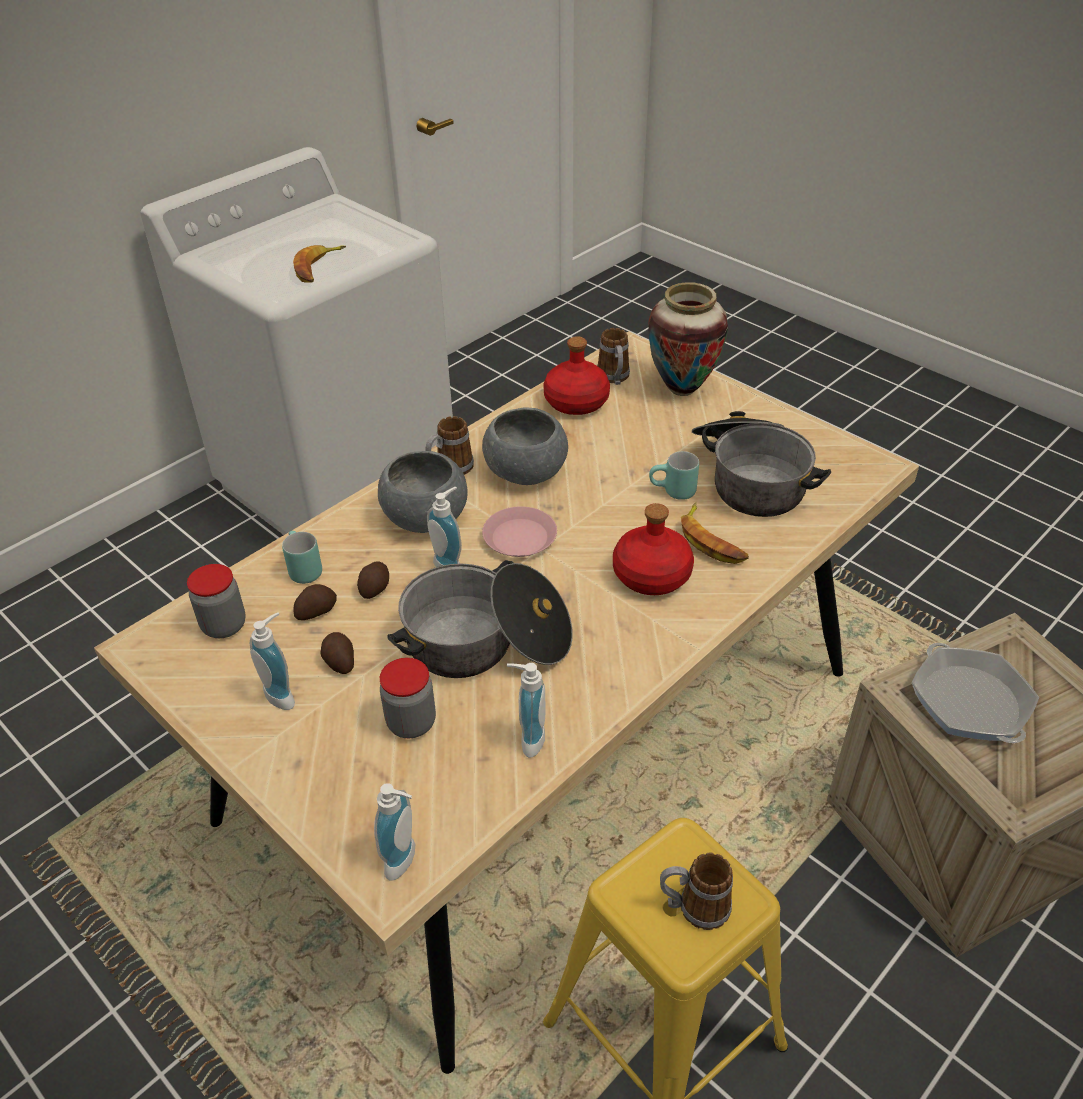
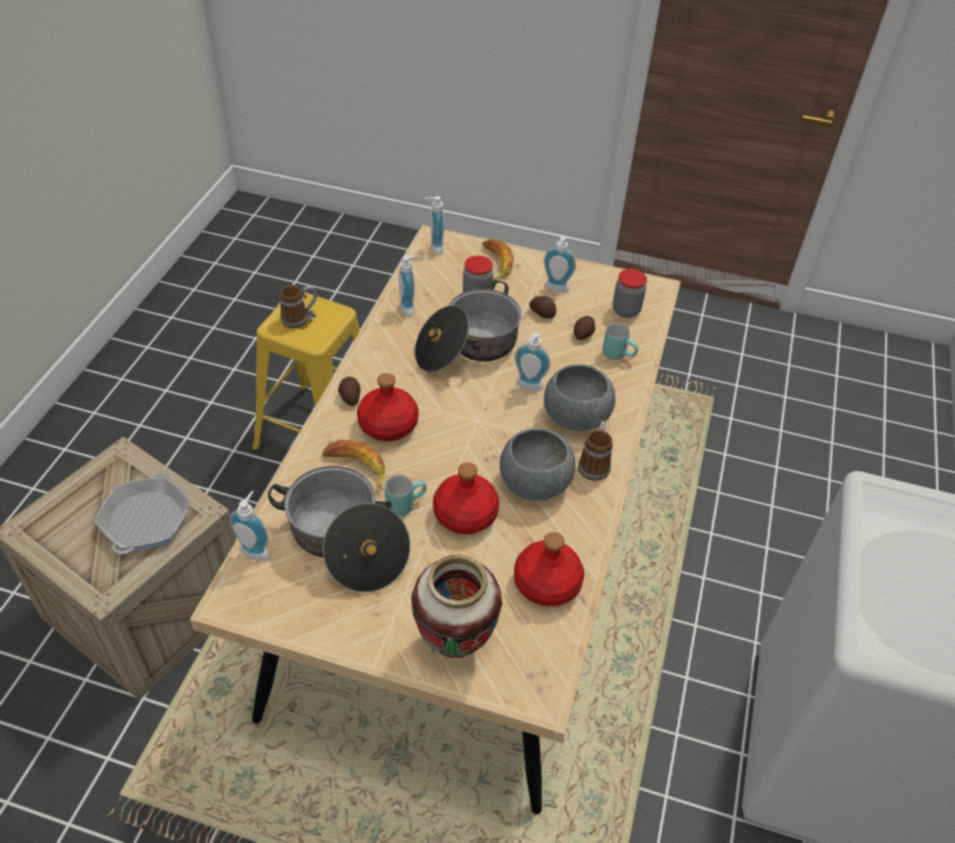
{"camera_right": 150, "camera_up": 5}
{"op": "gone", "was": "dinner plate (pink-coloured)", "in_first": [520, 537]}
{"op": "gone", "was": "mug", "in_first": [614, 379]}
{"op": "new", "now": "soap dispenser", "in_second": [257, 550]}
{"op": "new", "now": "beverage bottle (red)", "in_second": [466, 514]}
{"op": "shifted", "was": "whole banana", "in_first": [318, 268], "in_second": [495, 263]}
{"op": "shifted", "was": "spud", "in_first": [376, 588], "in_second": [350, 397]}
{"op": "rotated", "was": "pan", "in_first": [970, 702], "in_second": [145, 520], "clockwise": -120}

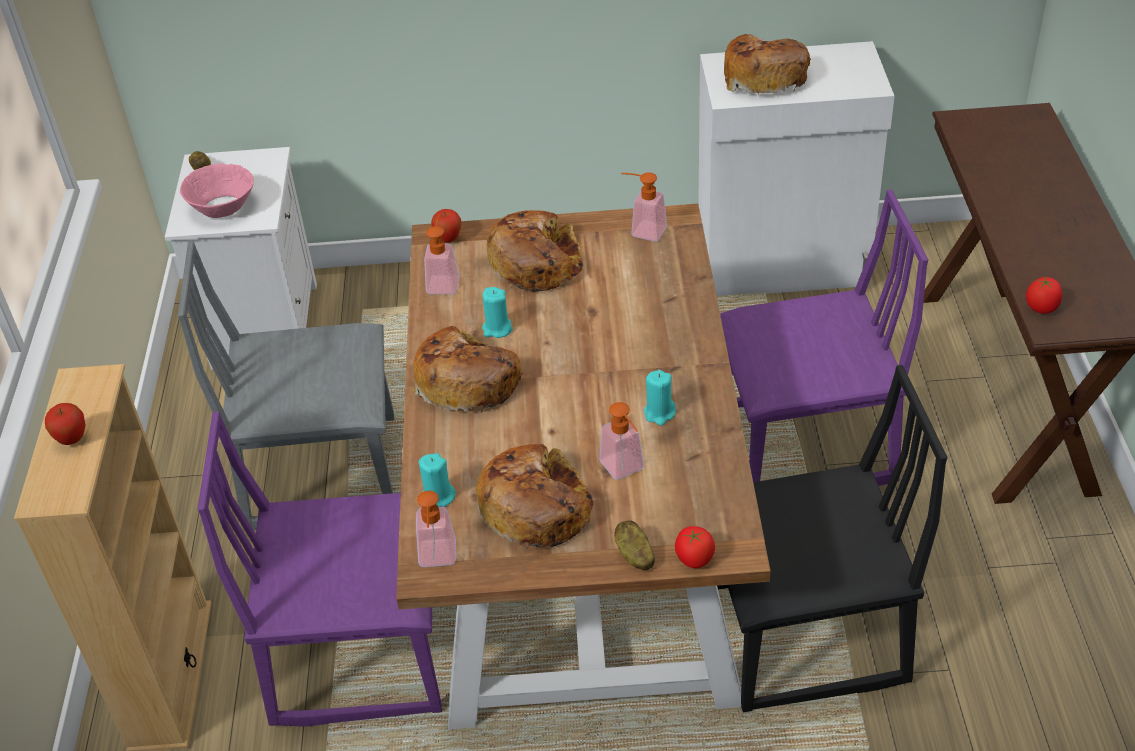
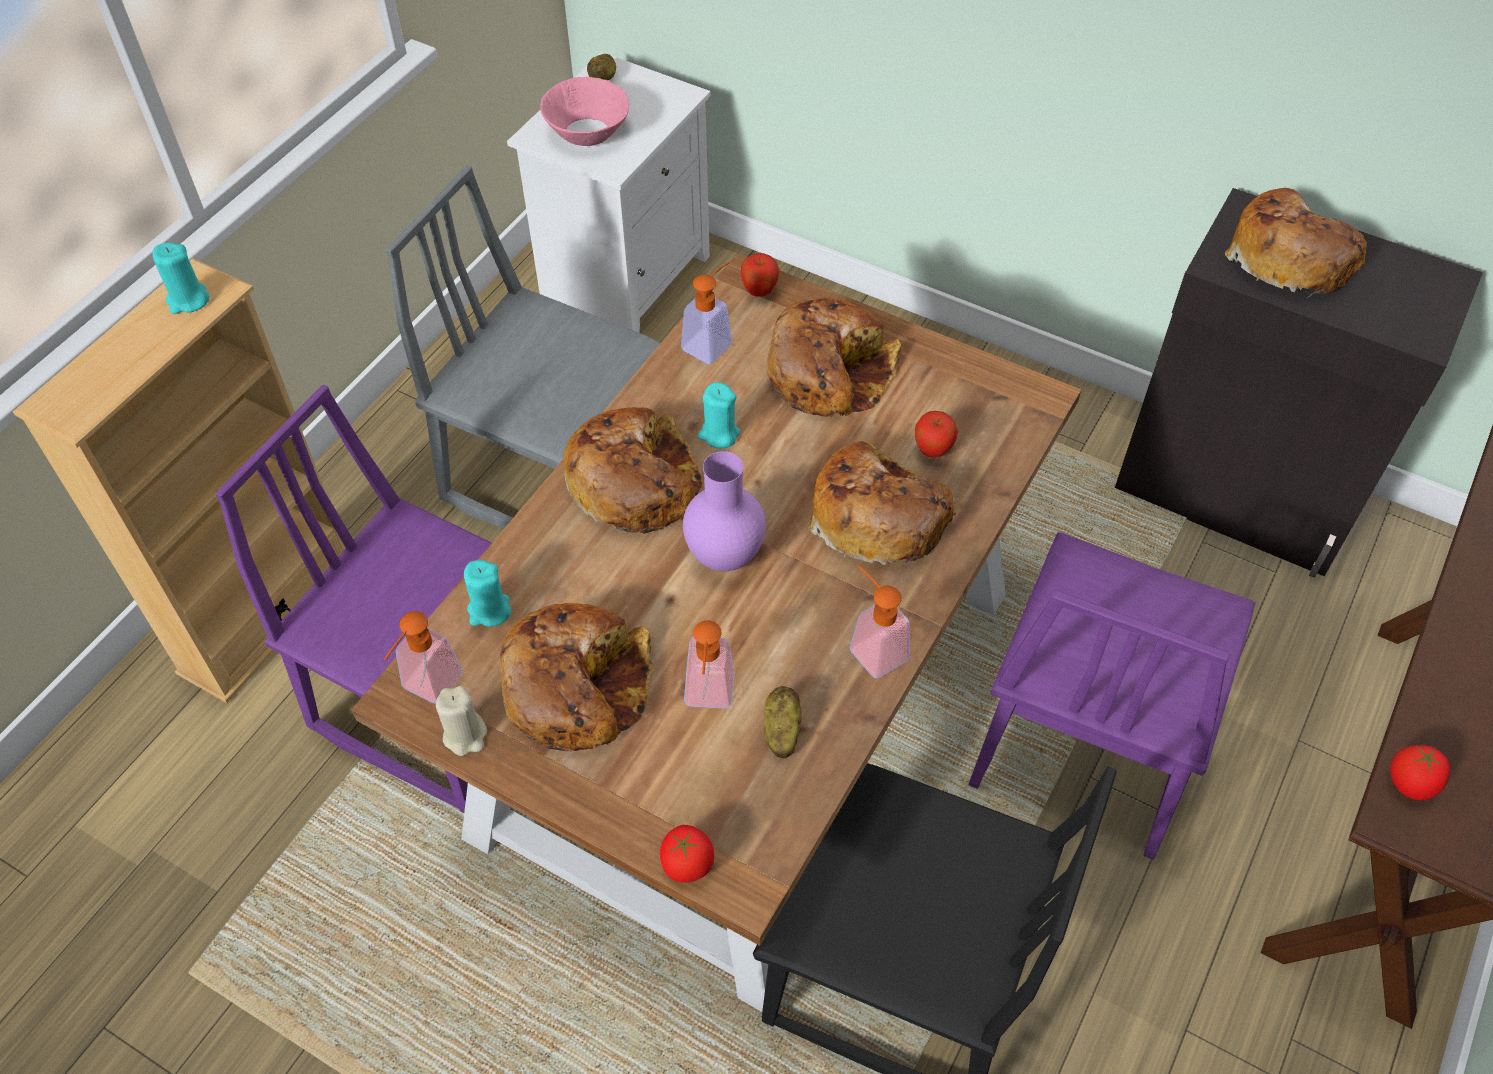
{"camera_right": 30, "camera_up": 10}
{"op": "new", "now": "wax light (beige)", "in_second": [465, 735]}
{"op": "new", "now": "decorative vase (purple)", "in_second": [725, 558]}
{"op": "new", "now": "baked bread", "in_second": [878, 515]}
{"op": "shifted", "was": "whole apple", "in_first": [72, 439], "in_second": [932, 451]}
{"op": "shifted", "was": "spud", "in_first": [634, 555], "in_second": [781, 731]}
{"op": "shifted", "was": "soap dispenser", "in_first": [643, 230], "in_second": [873, 647]}
{"op": "shifted", "was": "wax light (turquoise)", "in_first": [659, 413], "in_second": [188, 300]}
{"op": "repainted", "was": "cabinet (white)", "now": "cabinet (black)", "in_first": [783, 266], "in_second": [1236, 495]}
{"op": "rotated", "was": "plain chair (purple)", "in_first": [806, 446], "in_second": [1084, 741], "clockwise": 90}

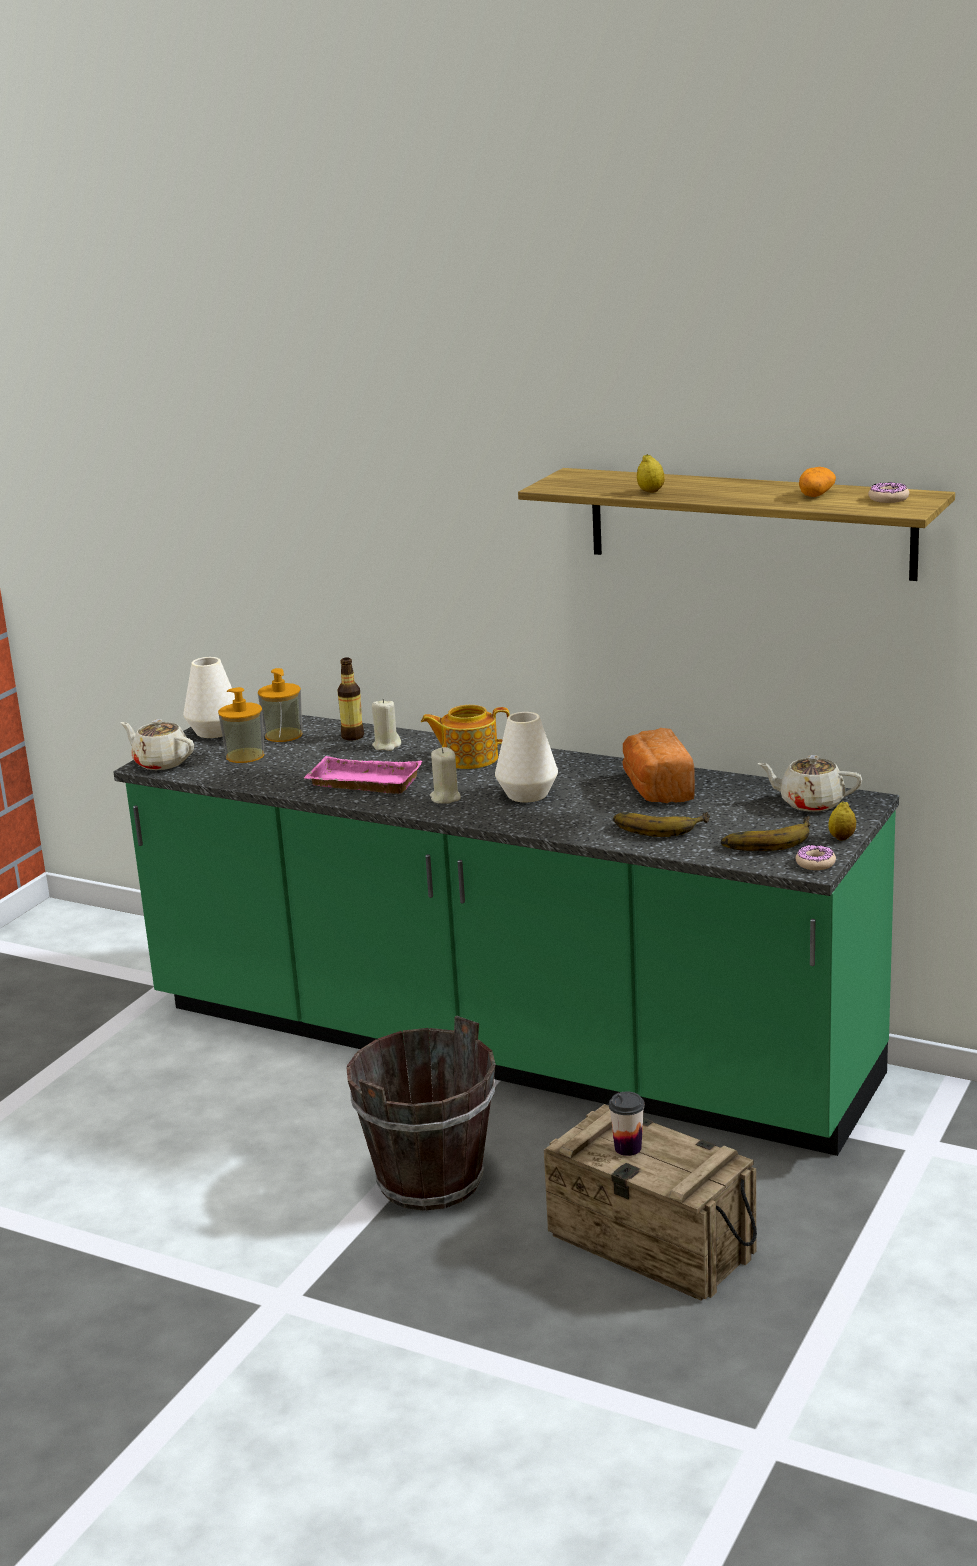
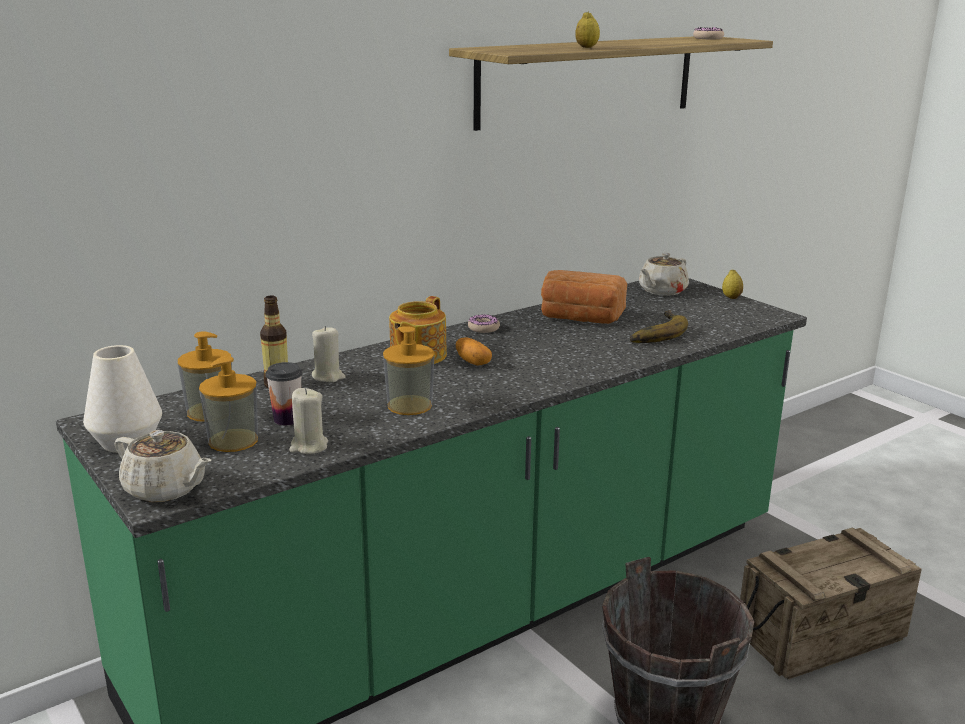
{"camera_right": -65, "camera_up": 0}
{"op": "gone", "was": "decorative vase (white)", "in_first": [527, 795]}
{"op": "gone", "was": "whole banana", "in_first": [766, 839]}
{"op": "shifted", "was": "wax light (beige)", "in_first": [445, 798], "in_second": [308, 446]}
{"op": "shifted", "was": "drinking cup", "in_first": [628, 1148], "in_second": [287, 419]}
{"op": "shifted", "was": "doughnut", "in_first": [815, 863], "in_second": [483, 328]}
{"op": "shifted", "was": "spud", "in_first": [816, 494], "in_second": [473, 362]}
{"op": "swapped", "was": "tray (pink-coloured)", "now": "soap dispenser", "in_first": [361, 784], "in_second": [409, 405]}
{"op": "rotated", "was": "pot for tea (beige)", "in_first": [161, 762], "in_second": [165, 489], "clockwise": -120}

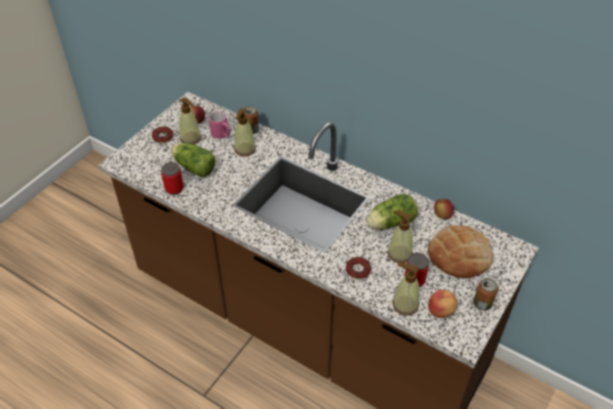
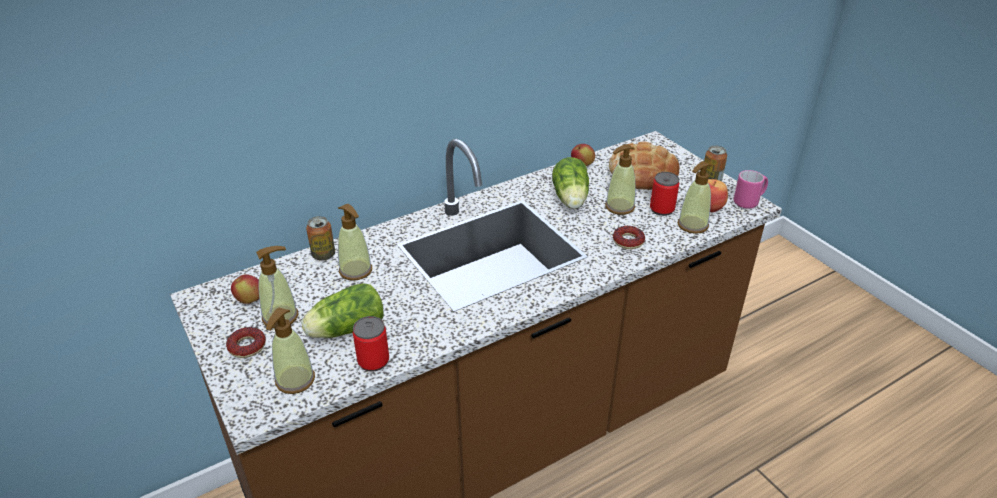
{"camera_right": -65, "camera_up": -10}
{"op": "new", "now": "soap dispenser", "in_second": [295, 380]}
{"op": "shifted", "was": "mug (pink-coloured)", "in_first": [221, 135], "in_second": [749, 202]}

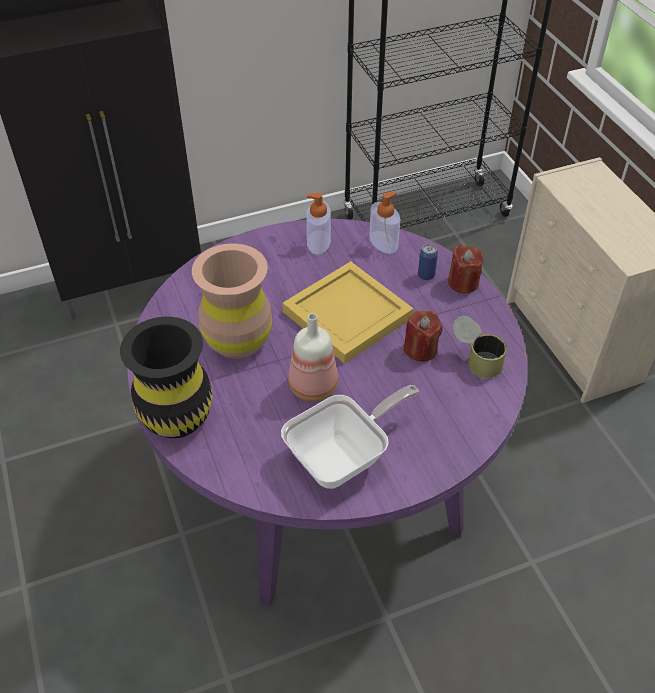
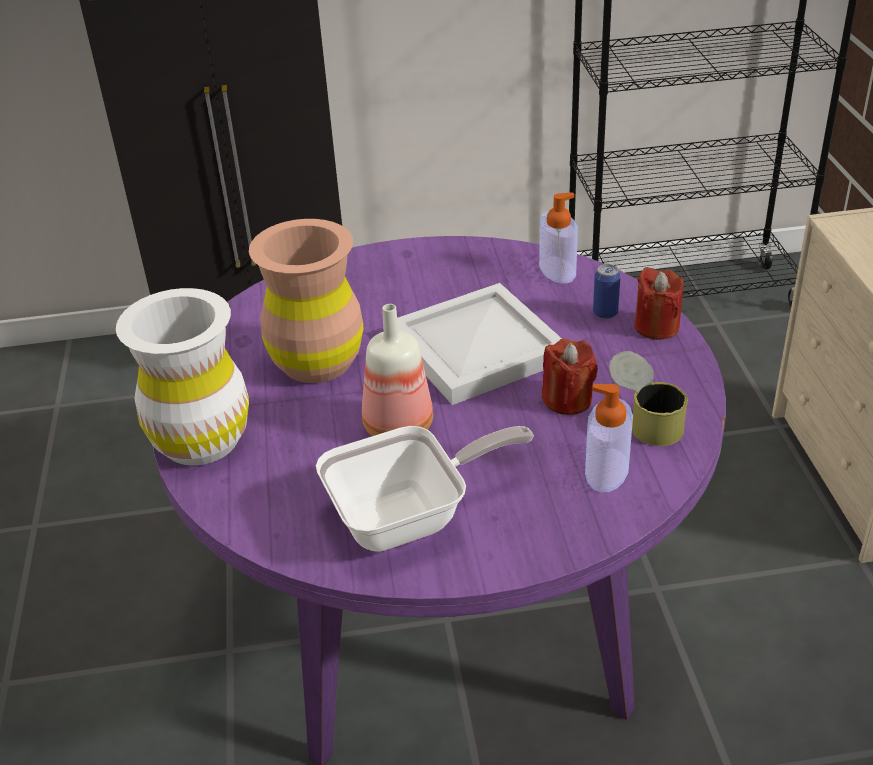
{"camera_right": 15, "camera_up": -10}
{"op": "shifted", "was": "soap dispenser", "in_first": [318, 242], "in_second": [607, 470]}
{"op": "repainted", "was": "decorative vase (black)", "now": "decorative vase (white)", "in_first": [176, 416], "in_second": [201, 440]}
{"op": "repainted", "was": "tray (yellowish)", "now": "tray (white)", "in_first": [345, 314], "in_second": [474, 347]}

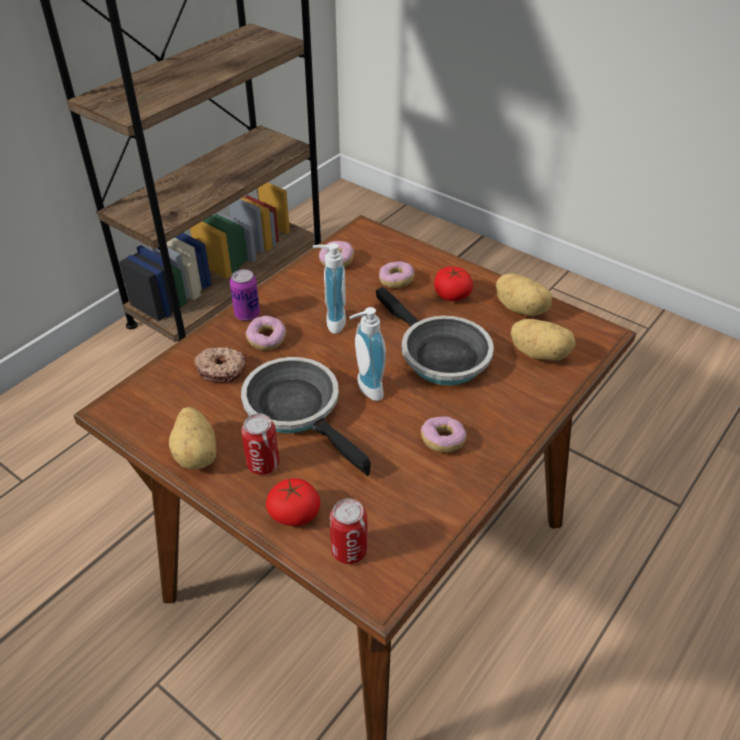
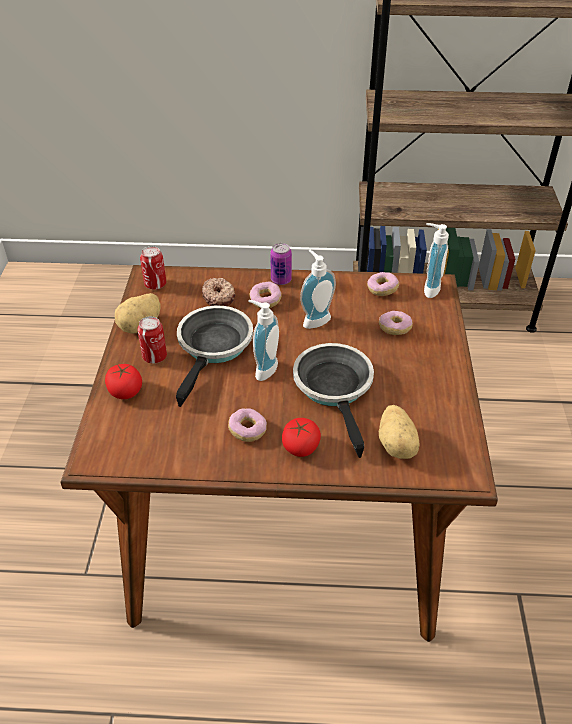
{"camera_right": 55, "camera_up": 0}
{"op": "gone", "was": "spud", "in_first": [521, 309]}
{"op": "new", "now": "soap dispenser", "in_second": [428, 288]}
{"op": "shifted", "was": "can", "in_first": [349, 550], "in_second": [155, 284]}
{"op": "shifted", "was": "fresh tomato", "in_first": [452, 295], "in_second": [300, 446]}
{"op": "rotated", "was": "pan", "in_first": [439, 355], "in_second": [335, 389], "clockwise": 150}

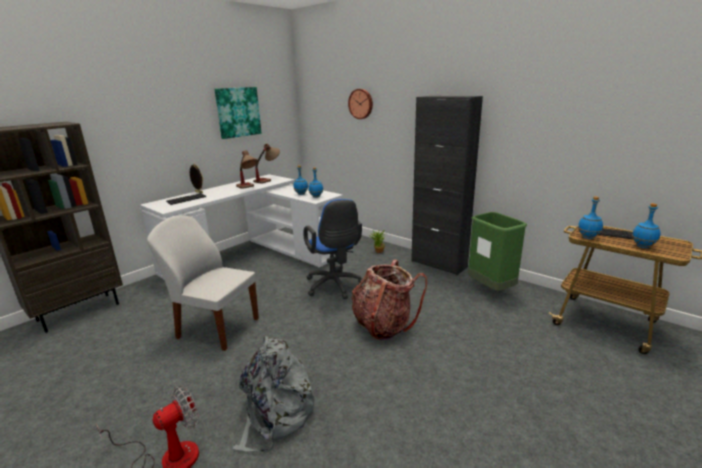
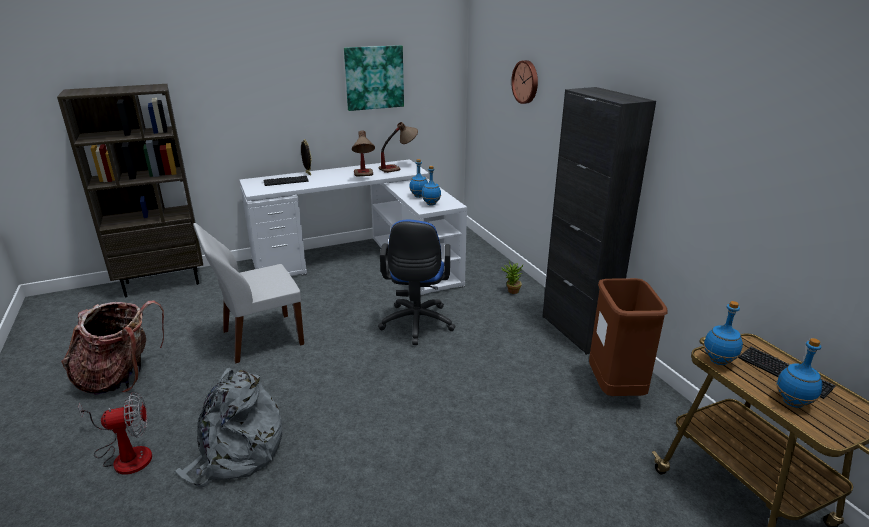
{"camera_right": 25, "camera_up": 5}
{"op": "shifted", "was": "knapsack", "in_first": [384, 325], "in_second": [121, 377]}
{"op": "repainted", "was": "waste bin (green-coloured)", "now": "waste bin (brownish)", "in_first": [491, 289], "in_second": [615, 389]}
{"op": "rotated", "was": "plain chair (white)", "in_first": [216, 328], "in_second": [260, 338], "clockwise": -75}

